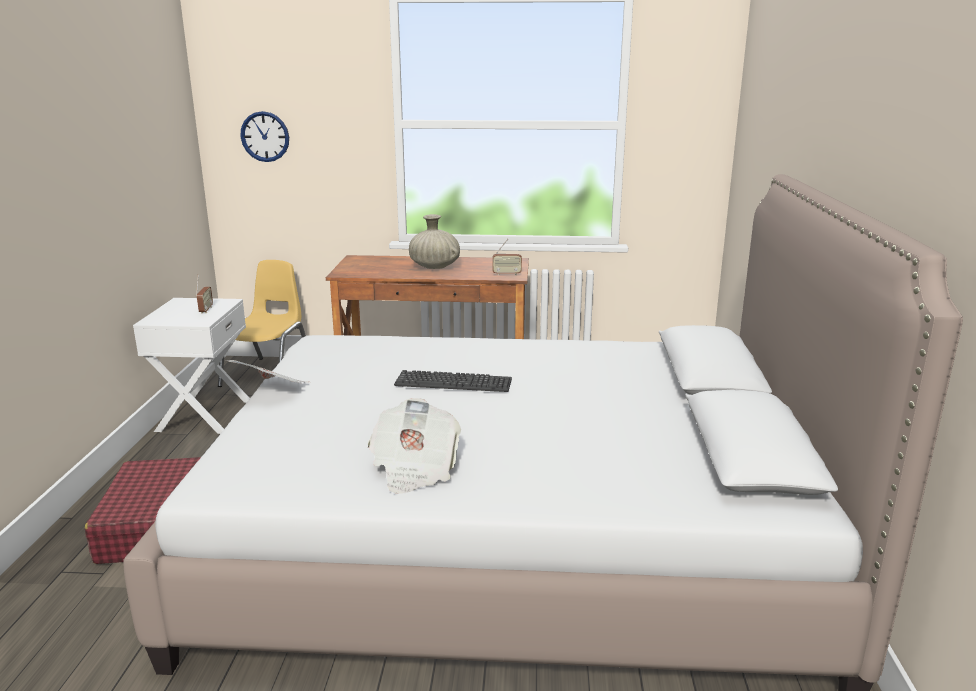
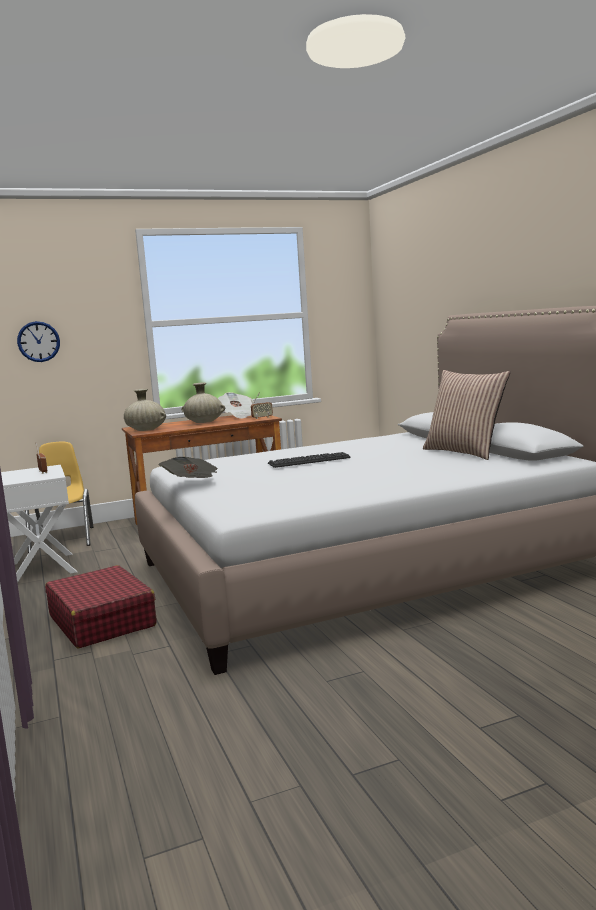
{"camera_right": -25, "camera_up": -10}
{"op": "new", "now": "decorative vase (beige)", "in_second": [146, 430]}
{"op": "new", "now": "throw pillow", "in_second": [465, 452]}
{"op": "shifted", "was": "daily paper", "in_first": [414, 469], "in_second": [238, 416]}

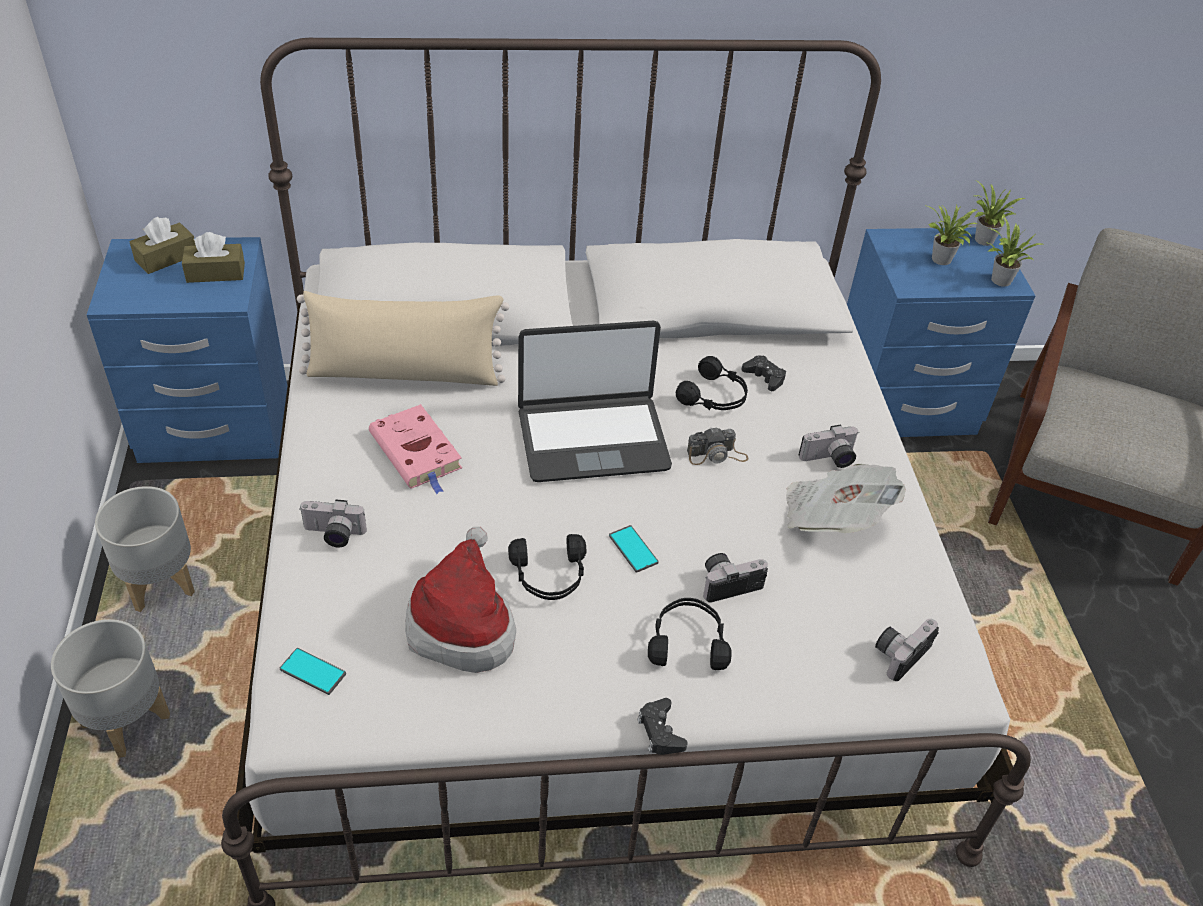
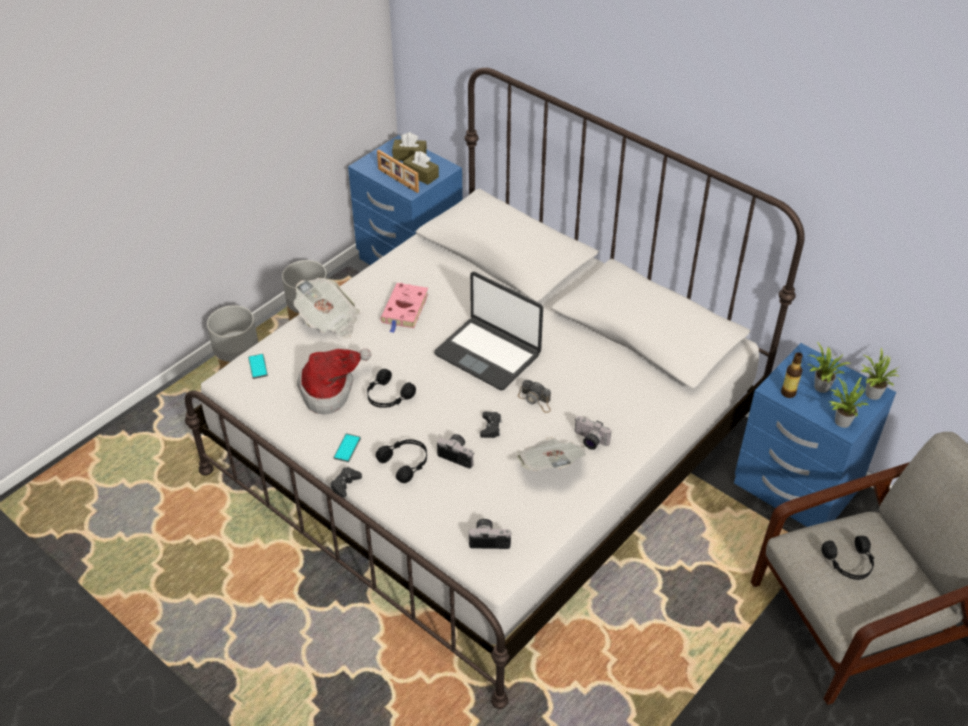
{"camera_right": 50, "camera_up": 0}
{"op": "gone", "was": "throw pillow (beige)", "in_first": [405, 373]}
{"op": "new", "now": "picture frame", "in_second": [397, 181]}
{"op": "new", "now": "beverage bottle", "in_second": [788, 393]}
{"op": "shifted", "was": "phone", "in_first": [633, 549], "in_second": [347, 448]}
{"op": "shifted", "was": "headphones (black)", "in_first": [714, 397], "in_second": [849, 563]}
{"op": "shifted", "was": "joypad (black)", "in_first": [764, 377], "in_second": [491, 427]}
{"op": "swapped", "was": "still camera", "now": "daily paper", "in_first": [333, 535], "in_second": [329, 321]}

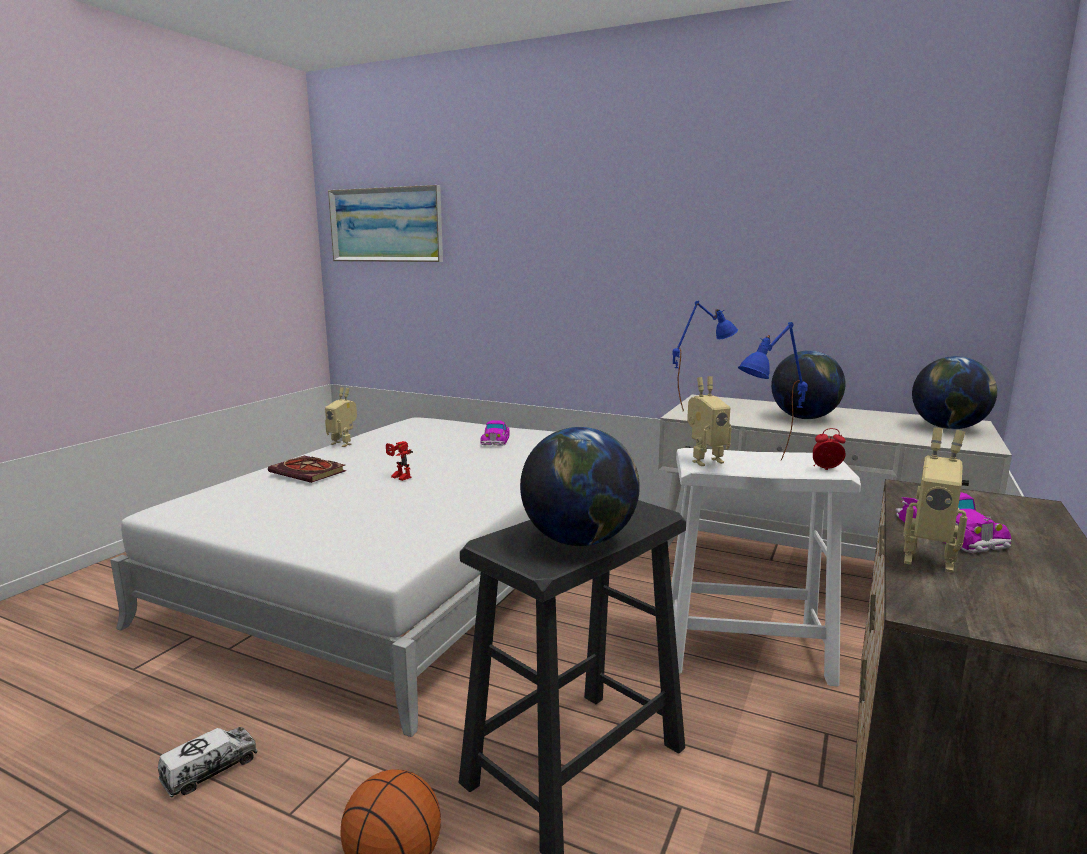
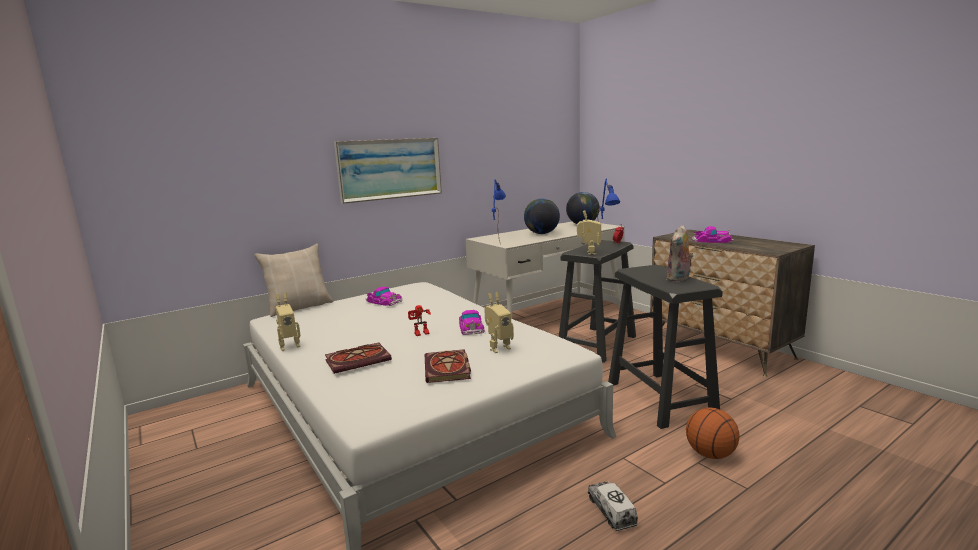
{"camera_right": -60, "camera_up": 0}
{"op": "new", "now": "throw pillow (beige)", "in_second": [299, 307]}
{"op": "new", "now": "bound book", "in_second": [448, 369]}
{"op": "new", "now": "toy car", "in_second": [471, 327]}
{"op": "shifted", "was": "wall picture", "in_first": [386, 225], "in_second": [390, 169]}
{"op": "shifted", "was": "toy robot", "in_first": [928, 559], "in_second": [498, 348]}
{"op": "swapped", "was": "desk globe", "now": "cuddly toy", "in_first": [579, 540], "in_second": [679, 279]}
{"op": "repainted", "was": "sitting stool (white)", "now": "sitting stool (black)", "in_first": [744, 649], "in_second": [597, 344]}

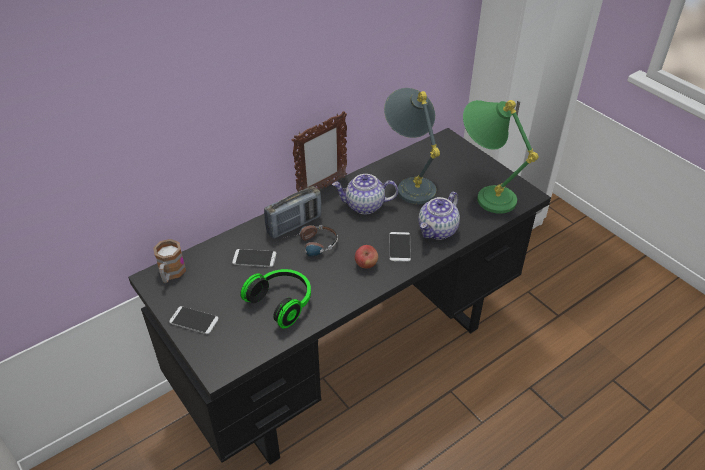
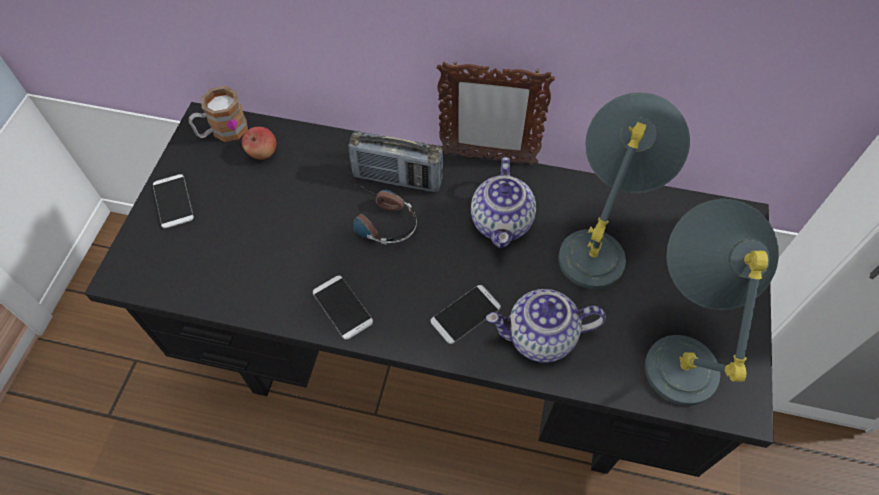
{"camera_right": 50, "camera_up": 15}
{"op": "gone", "was": "headphones", "in_first": [282, 302]}
{"op": "shifted", "was": "phone", "in_first": [254, 258], "in_second": [342, 307]}
{"op": "shifted", "was": "whole apple", "in_first": [366, 264], "in_second": [263, 153]}
{"op": "repainted", "was": "table lamp (green-coloured)", "now": "table lamp (greyish)", "in_first": [484, 194], "in_second": [677, 345]}
{"op": "rotated", "was": "pot for tea", "in_first": [364, 206], "in_second": [502, 223], "clockwise": -135}

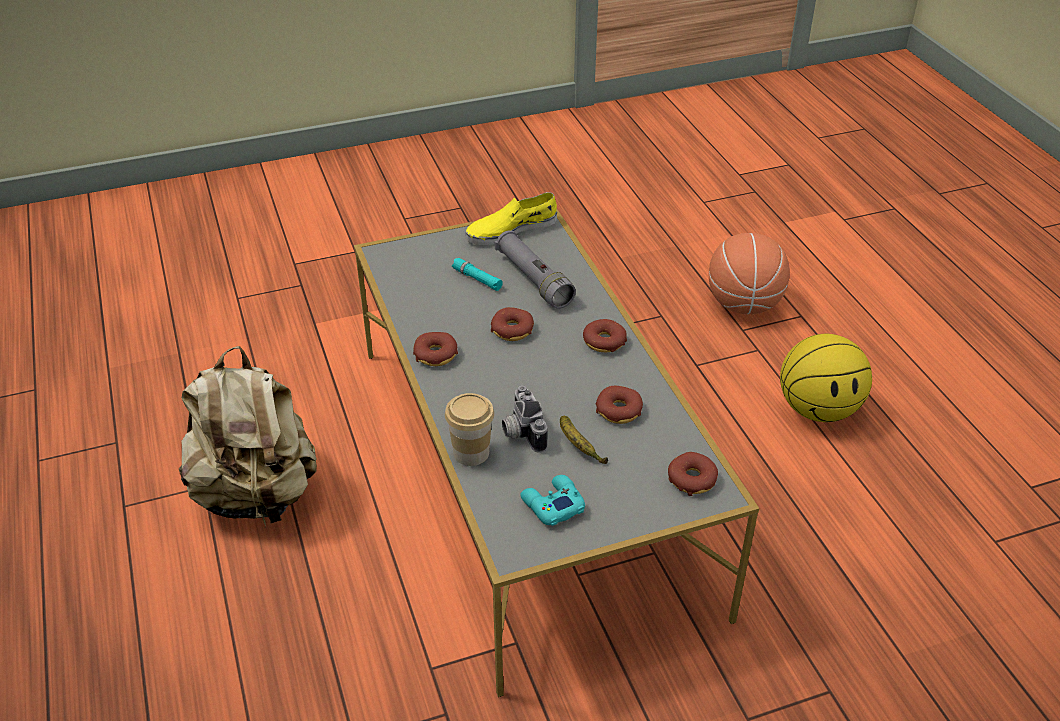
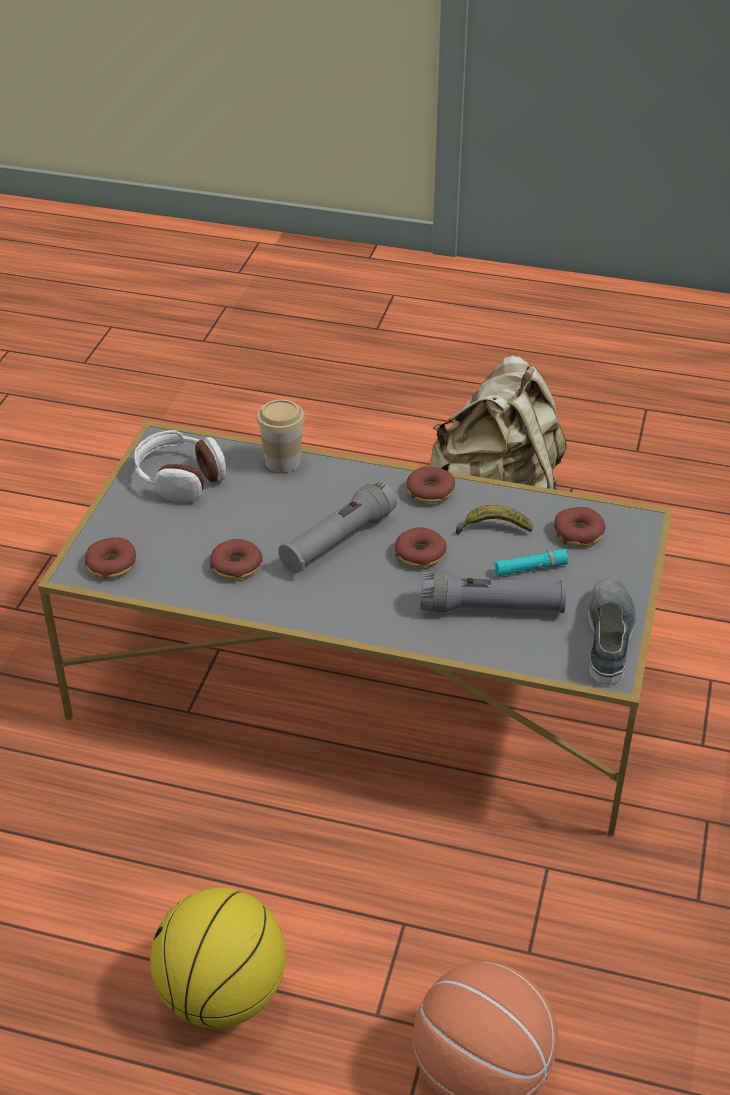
{"camera_right": 125, "camera_up": 0}
{"op": "gone", "was": "still camera", "in_first": [521, 432]}
{"op": "new", "now": "flashlight (greyish)", "in_second": [338, 540]}
{"op": "shifted", "was": "whole banana", "in_first": [578, 446], "in_second": [493, 529]}
{"op": "shifted", "was": "doughnut", "in_first": [604, 342], "in_second": [578, 533]}
{"op": "swapped", "was": "joypad (turquoise)", "now": "headphones", "in_first": [552, 505], "in_second": [180, 478]}
{"op": "repainted", "was": "low shoe (yellowish)", "now": "low shoe (greyish)", "in_first": [511, 229], "in_second": [609, 636]}

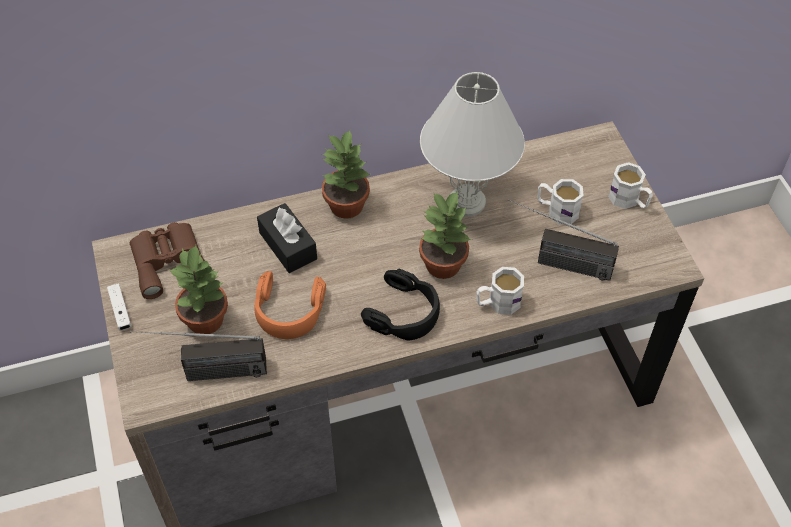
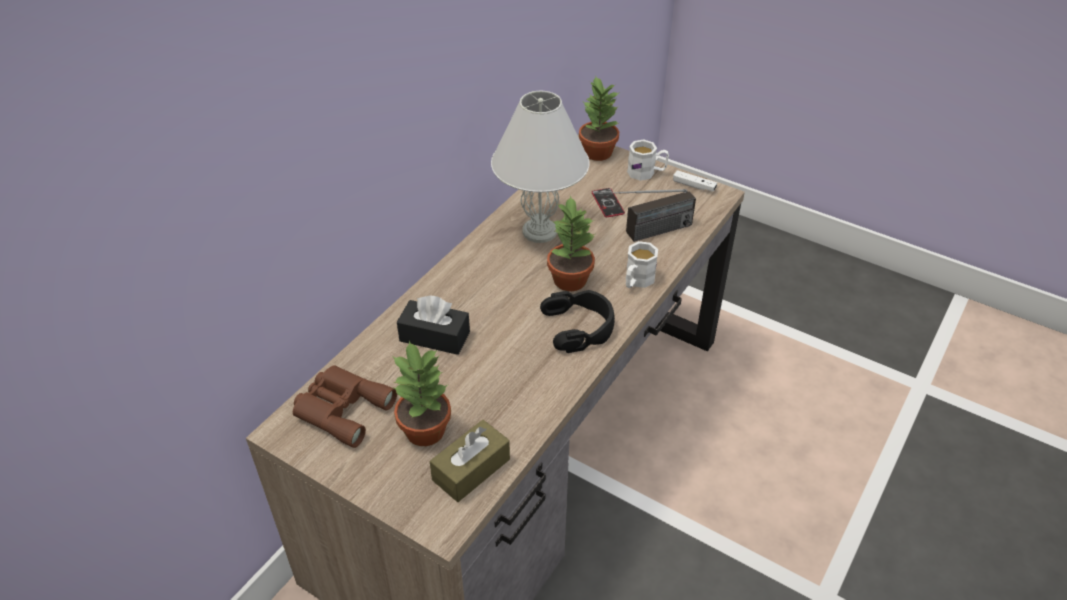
{"camera_right": -40, "camera_up": -10}
{"op": "gone", "was": "headphones (orangey)", "in_first": [288, 311]}
{"op": "shifted", "was": "joypad (white)", "in_first": [120, 311], "in_second": [694, 186]}
{"op": "shifted", "was": "houseplant", "in_first": [346, 204], "in_second": [597, 152]}
{"op": "swapped", "was": "radio receiver", "now": "tissue holder (brownish)", "in_first": [205, 373], "in_second": [471, 469]}
{"op": "swapped", "was": "mug (white)", "now": "phone", "in_first": [556, 210], "in_second": [607, 203]}

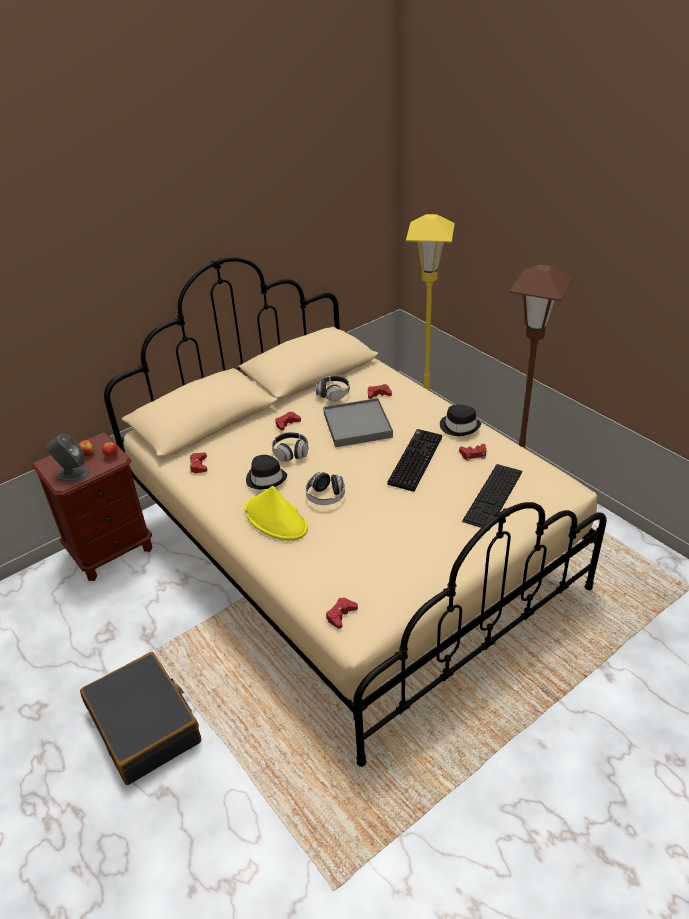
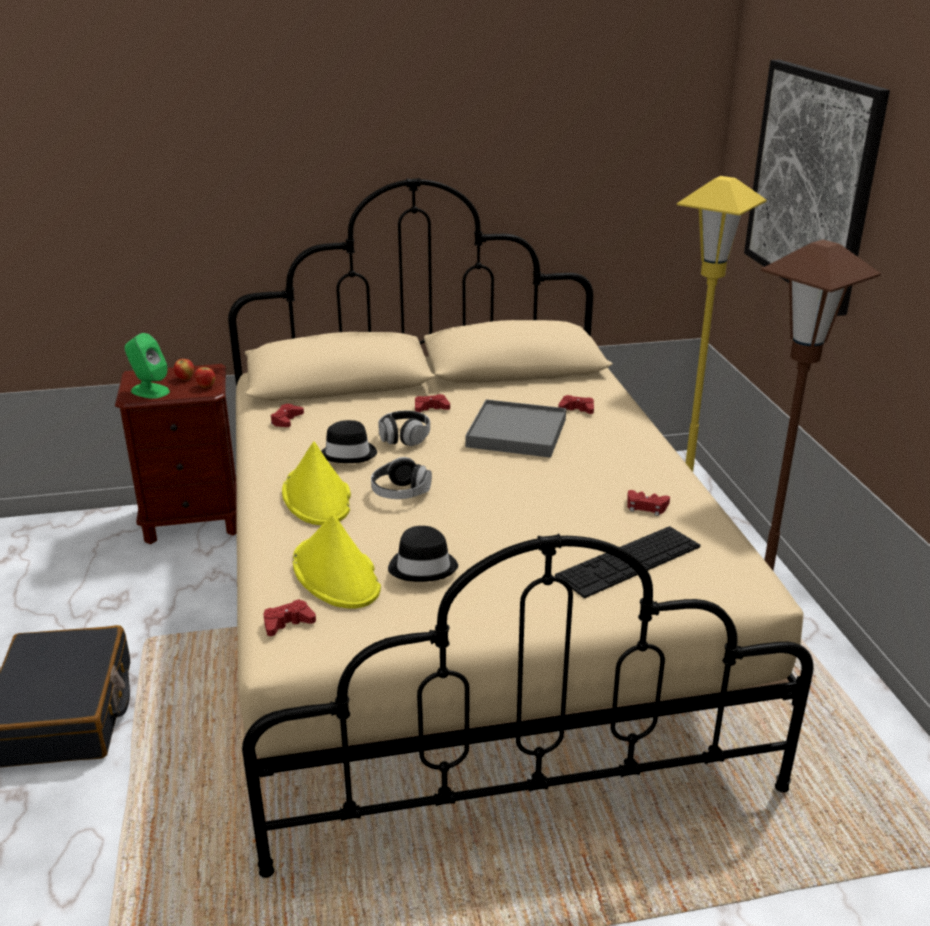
{"camera_right": 25, "camera_up": -10}
{"op": "gone", "was": "headphones", "in_first": [333, 394]}
{"op": "gone", "was": "computer keyboard", "in_first": [414, 459]}
{"op": "new", "now": "clothing hat (yellowish)", "in_second": [336, 574]}
{"op": "new", "now": "wall picture", "in_second": [811, 182]}
{"op": "shifted", "was": "clothing hat (black)", "in_first": [459, 426], "in_second": [423, 566]}
{"op": "repainted", "was": "loudspeaker (greyish)", "now": "loudspeaker (green-coloured)", "in_first": [72, 474], "in_second": [150, 391]}

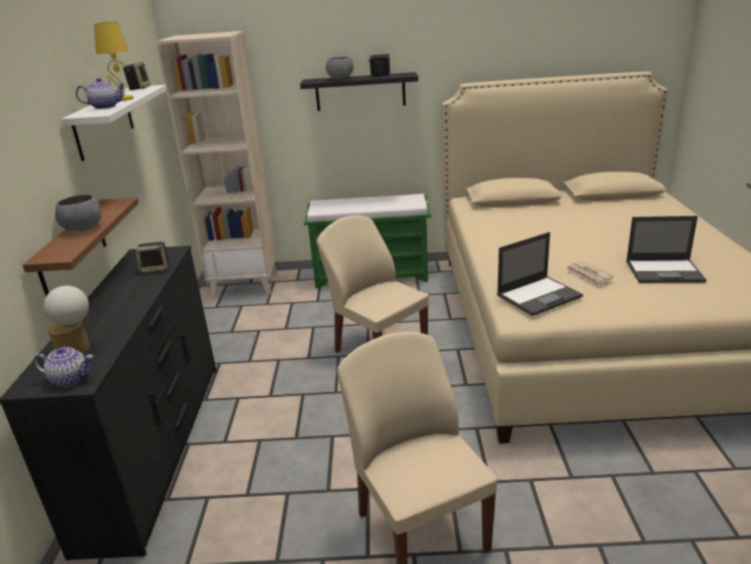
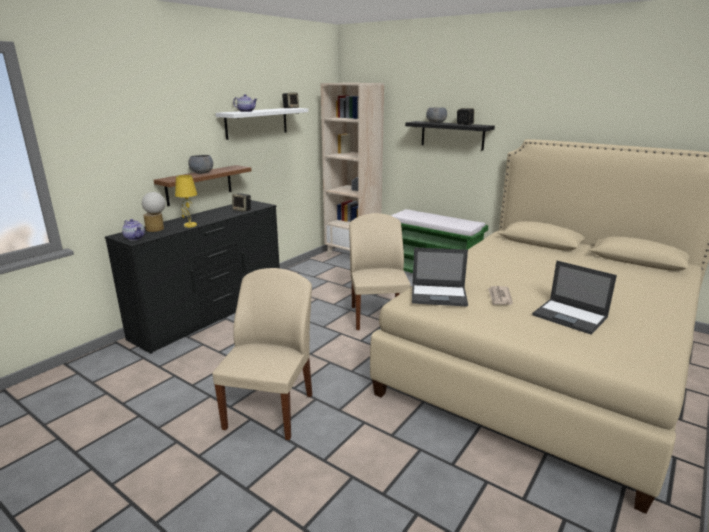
{"camera_right": 35, "camera_up": -5}
{"op": "shifted", "was": "table lamp (yellowish)", "in_first": [123, 99], "in_second": [189, 225]}

